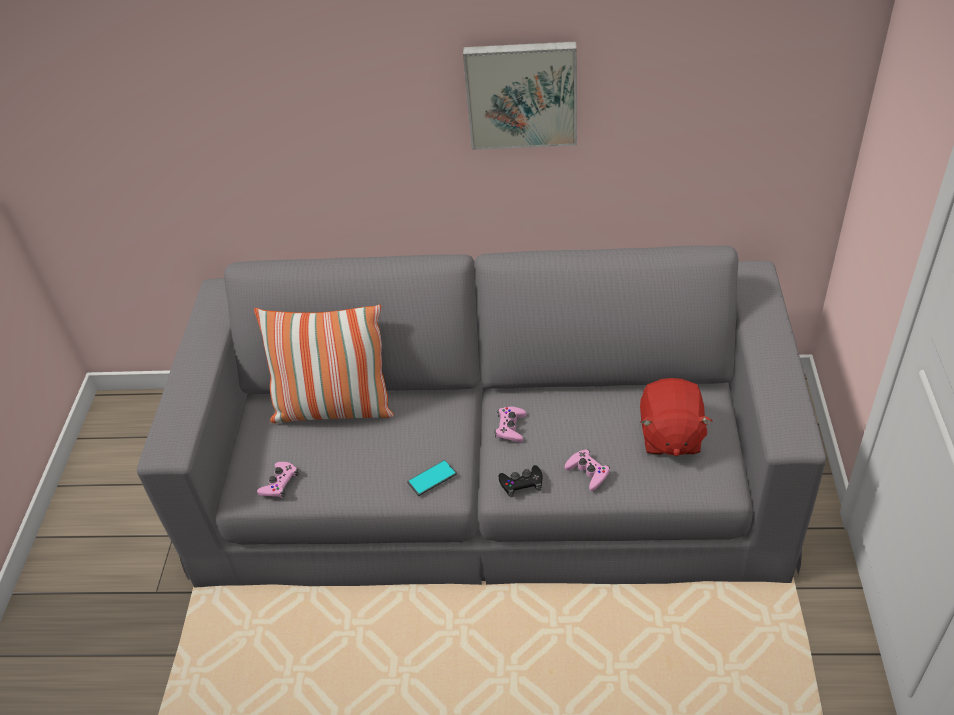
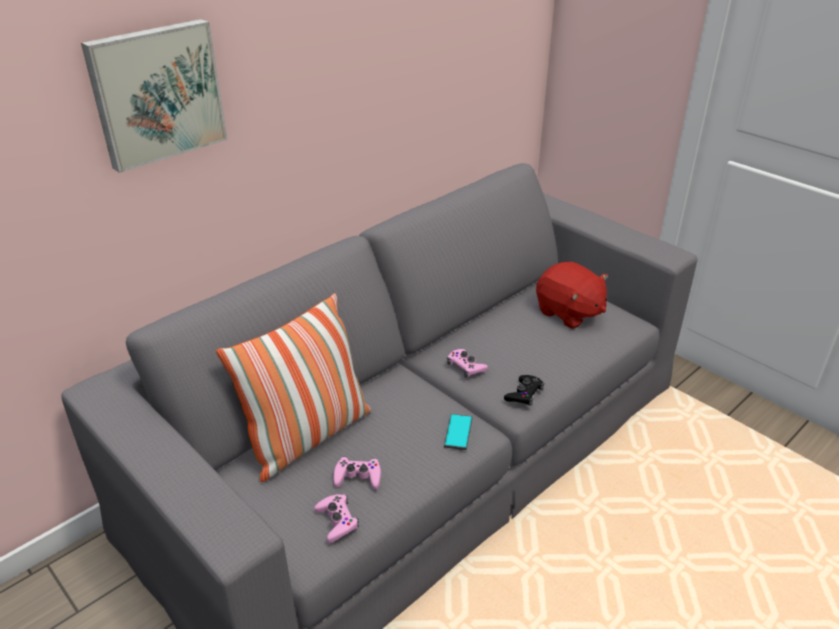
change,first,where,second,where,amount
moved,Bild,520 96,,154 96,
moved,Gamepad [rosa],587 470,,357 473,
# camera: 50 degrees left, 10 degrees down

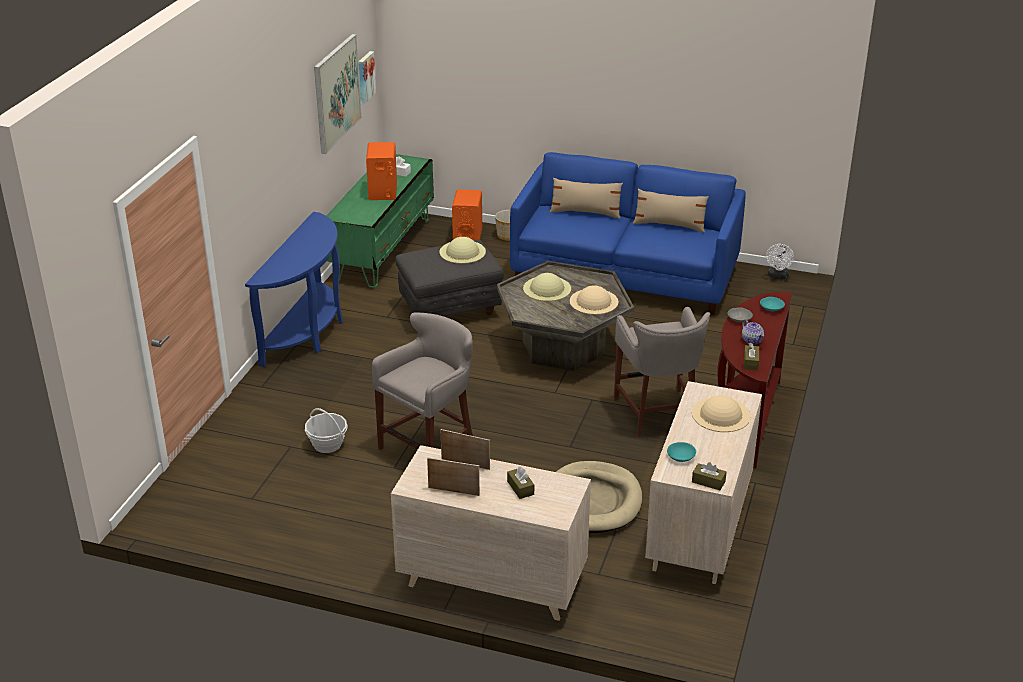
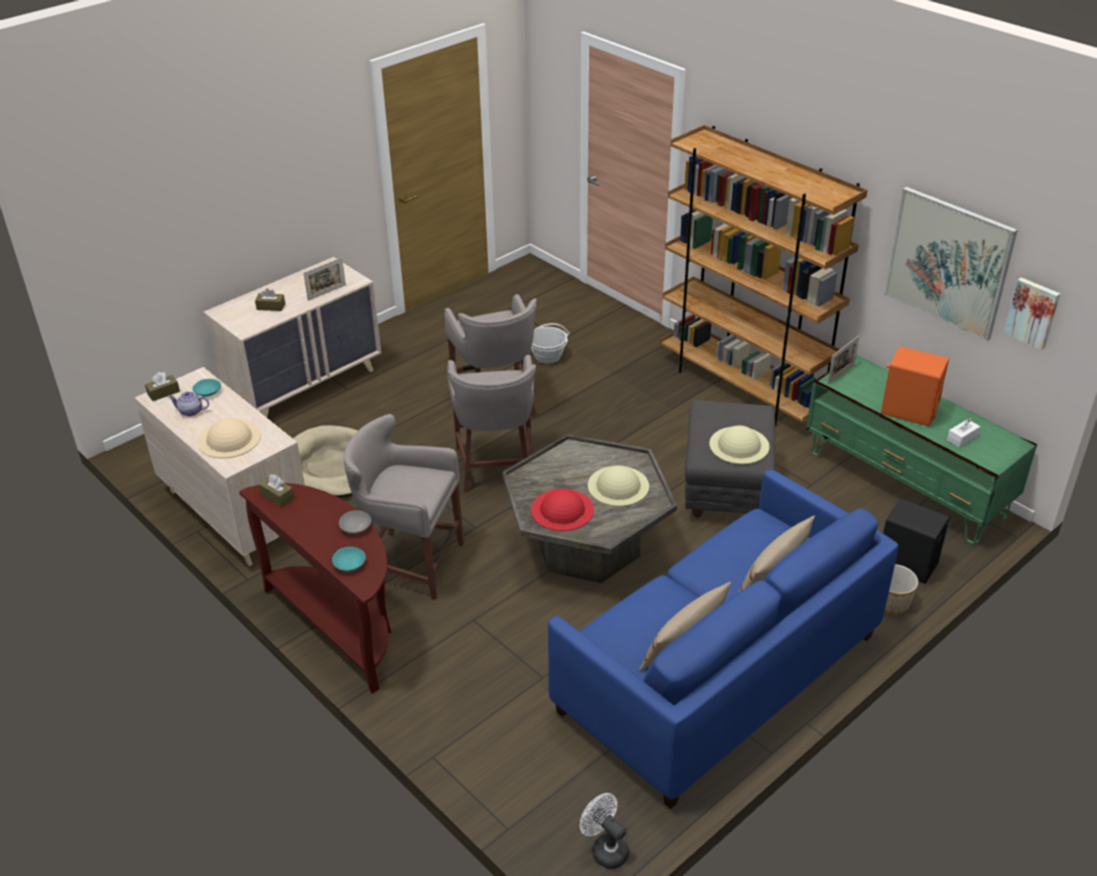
change,first,where,second,where,amount
recoloured,Lautsprecher [orange],467 214,Lautsprecher [schwarz],917 541,
replaced,Konsolentisch [blau],294 289,Bücherregal [braun],763 275,
recoloured,Hut [beige],594 300,Hut [rot],562 510,
moved,Teekanne,753 331,,188 403,
moved,Bilderrahmen,453 476,,843 360,
added,,,Hocker [grau],491 423,
# camera: 120 degrees right, 5 degrees up

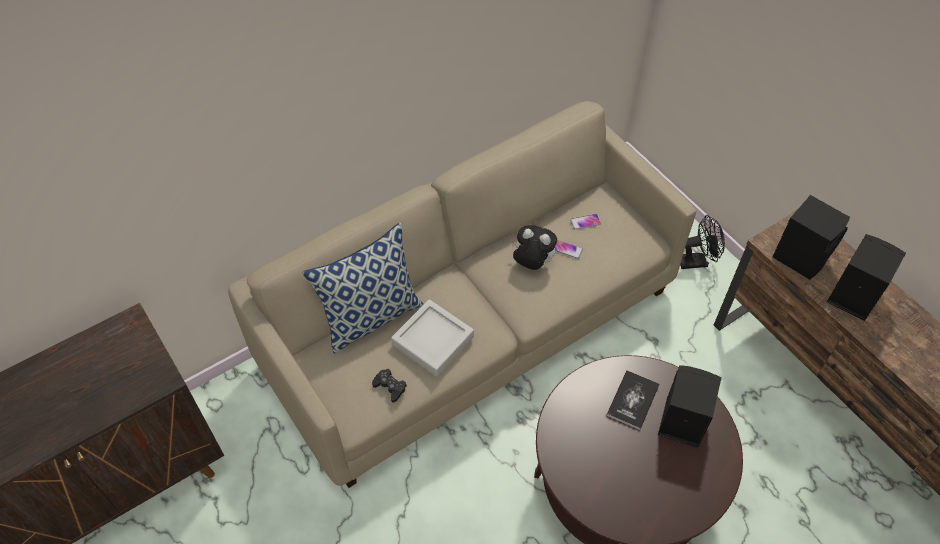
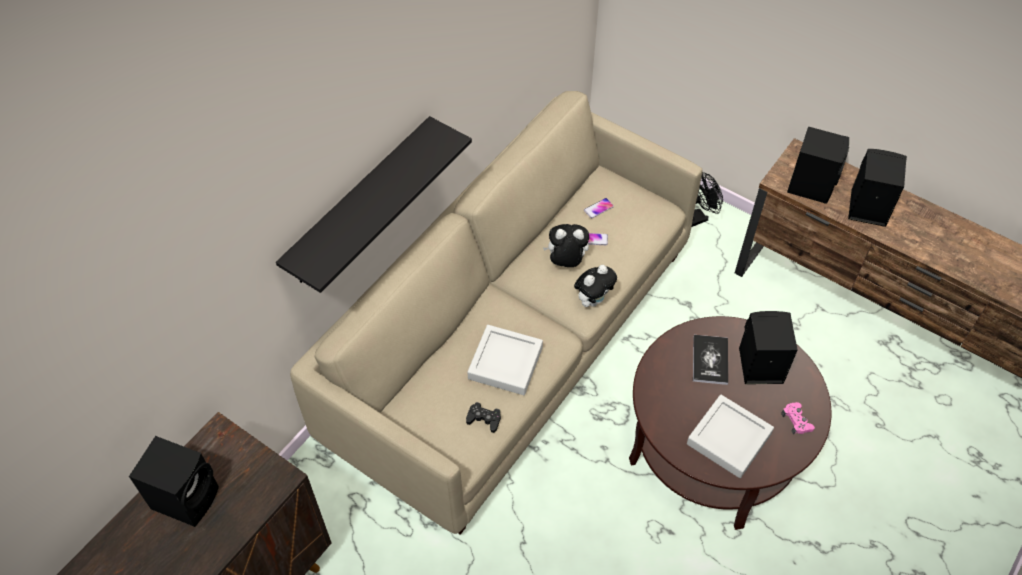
change,first,where,second,where,amount
removed,Kissen,363 288,,,
added,,,Wandregal [schwarz],374 204,
added,,,Plüschtier,595 286,
added,,,Tablett [grau],730 436,
added,,,Gamepad [rosa],798 418,
added,,,Lautsprecher [schwarz],174 481,
# camera: 20 degrees left, 0 degrees up

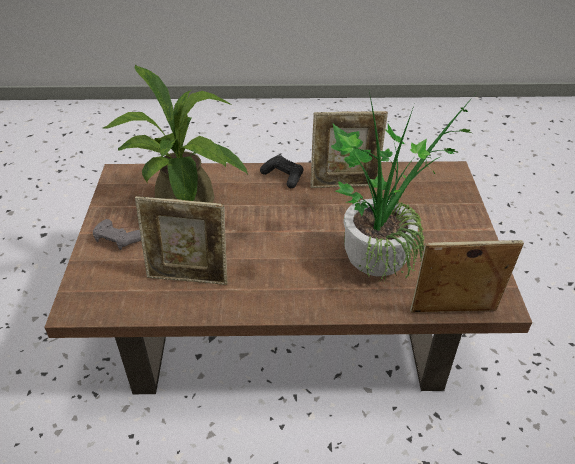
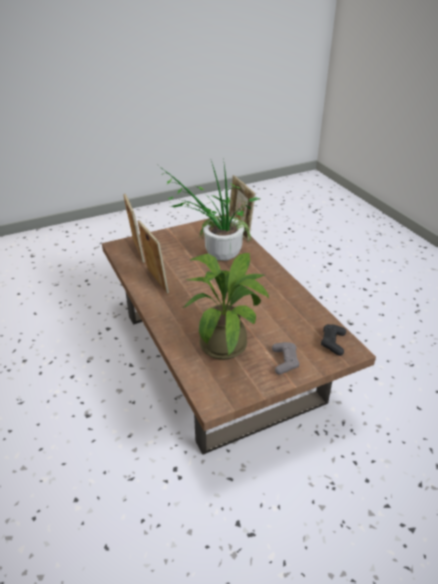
change,first,where,second,where,amount
moved,Gamepad [schwarz],281 171,,333 340,
moved,Bilderrahmen,181 240,,134 228,
# camera: 115 degrees left, 5 degrees down

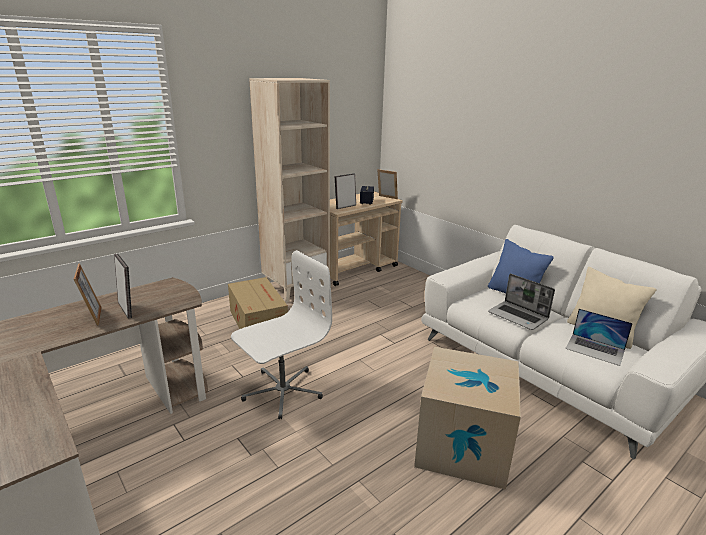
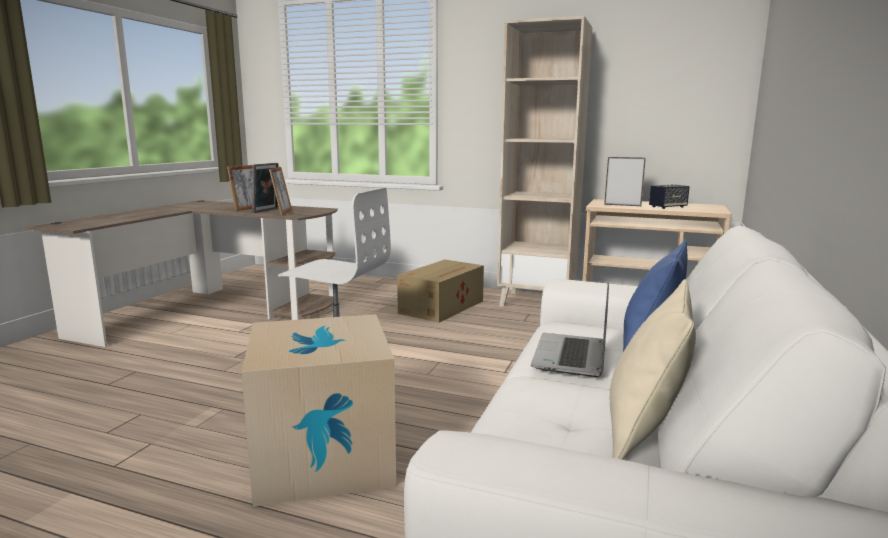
change,first,where,second,where,amount
moved,Bilderrahmen,387 184,,280 191,
removed,Laptop,599 337,,,
# camera: 60 degrees right, 10 degrees down

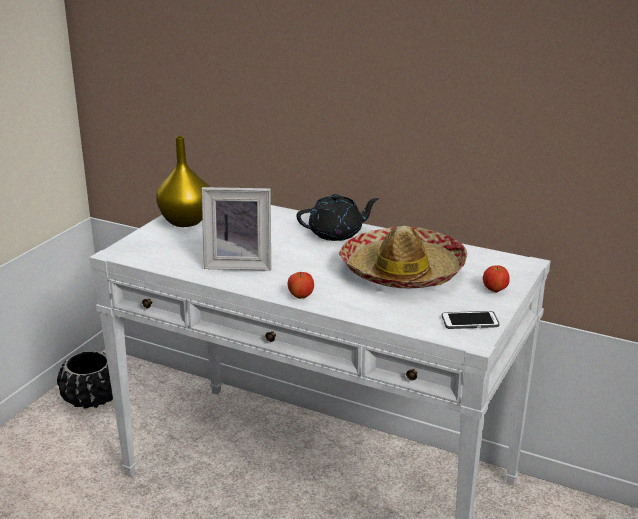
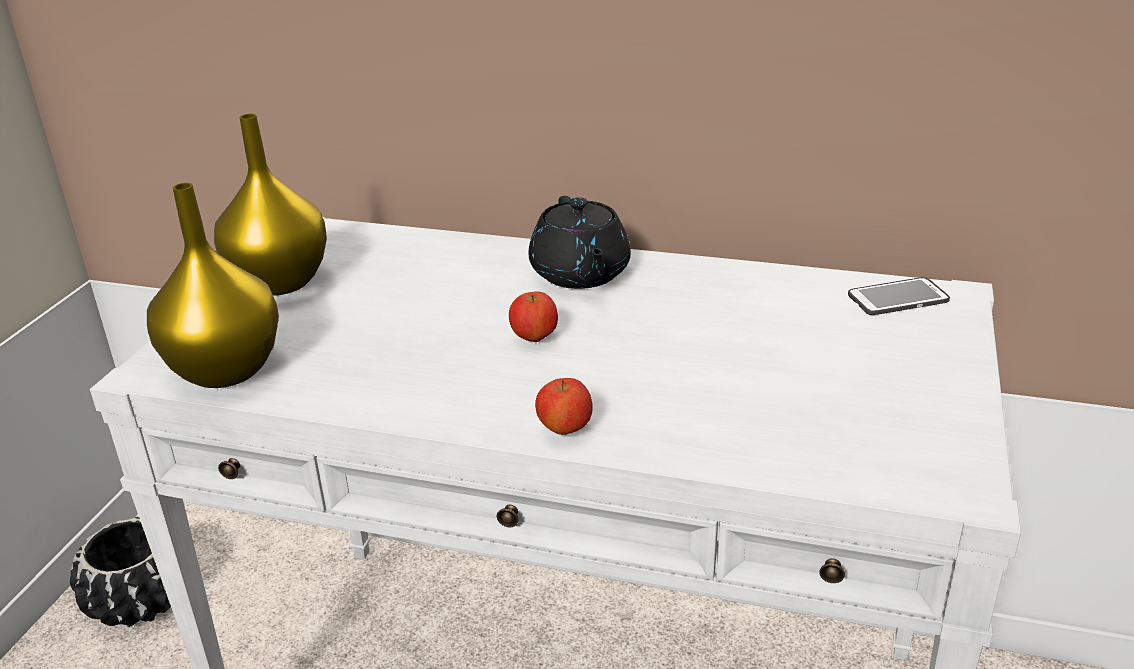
change,first,where,second,where,amount
removed,Bilderrahmen,236 229,,,
turned,Teekanne [schwarz],337 217,,579 242,105 degrees clockwise
removed,Hut,403 257,,,
moved,Apfel,496 279,,533 316,
moved,Handy,470 320,,899 296,
added,,,Vase [gelb],213 285,
# camera: 10 degrees left, 5 degrees up

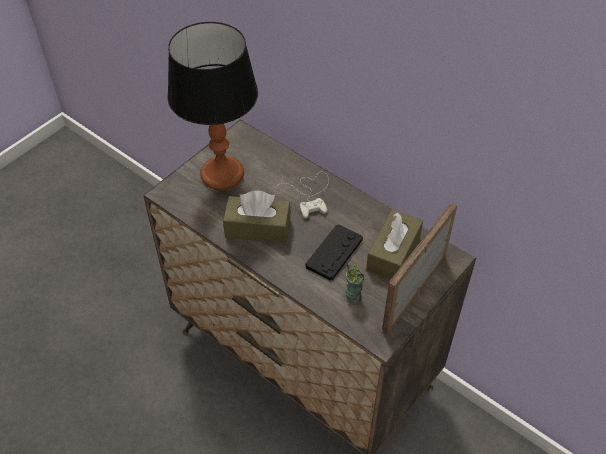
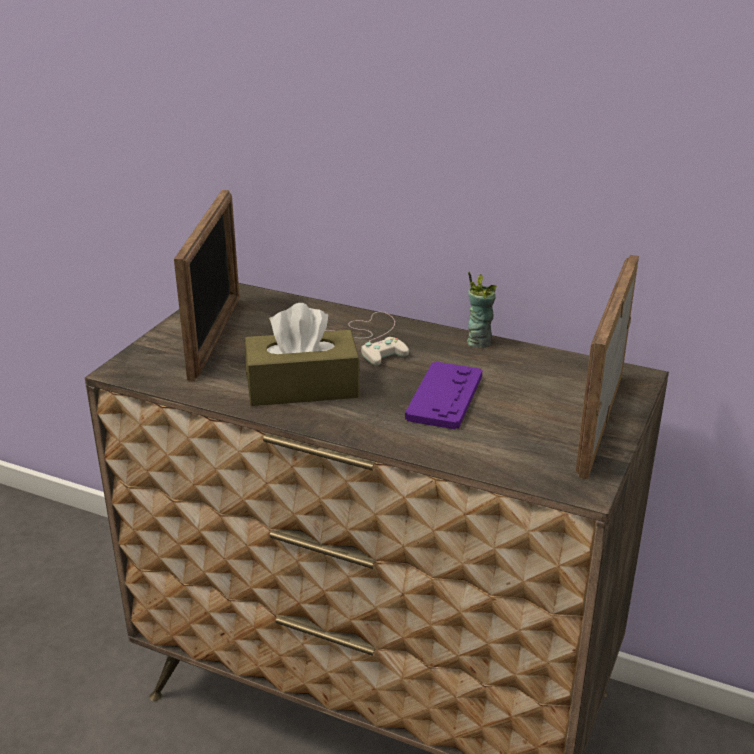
change,first,where,second,where,amount
replaced,Tischlampe,212 106,Bilderrahmen,207 285,
removed,Taschentuchbox [braun],394 244,,,
recoloured,Gamepad [schwarz],334 252,Gamepad [lila],443 396,
moved,Tasse,355 284,,482 309,
# camera: 15 degrees left, 20 degrees down

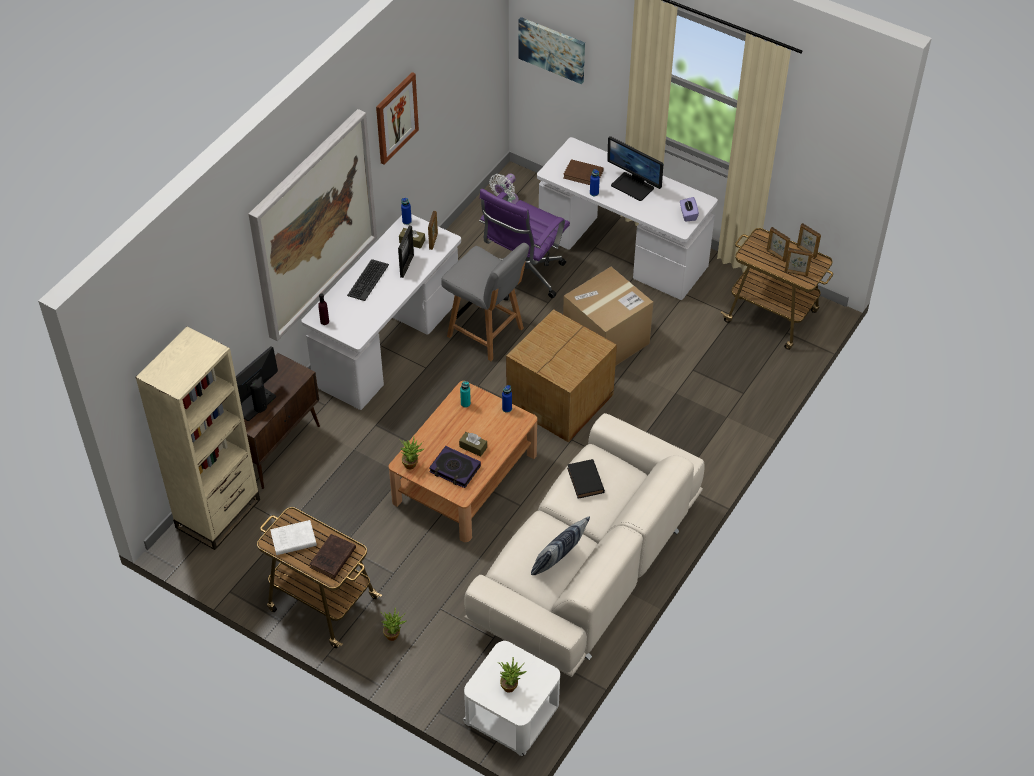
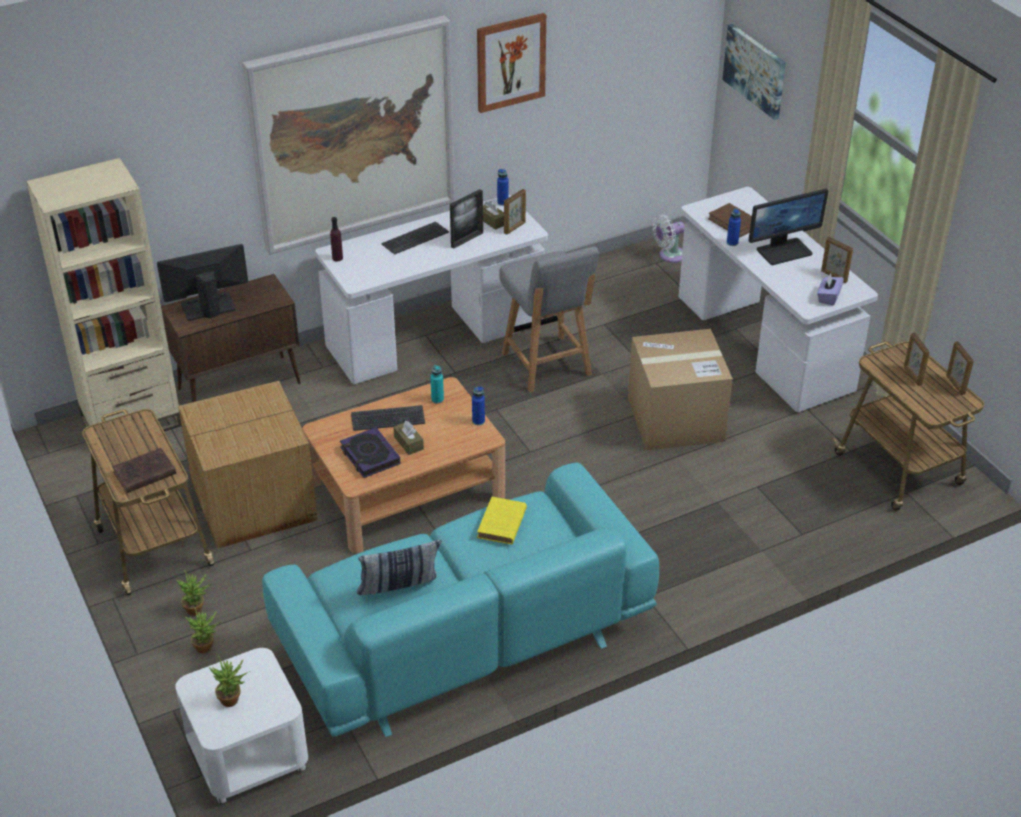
change,first,where,second,where,amount
turned,Monitor,635 168,,788 227,90 degrees counterclockwise
removed,Bürostuhl [lila],524 245,,,
moved,Bilderrahmen,798 262,,837 260,
moved,Karton,561 375,,248 465,
recoloured,Sofa [beige],584 545,Sofa [türkis],460 600,
moved,Topfpflanze,412 453,,203 630,
recoloured,Buch [schwarz],586 479,Buch [gelb],502 521,
removed,Buch [weiß],293 537,,,
added,,,Tastatur,388 418,
# camera: 30 degrees right, 10 degrees down

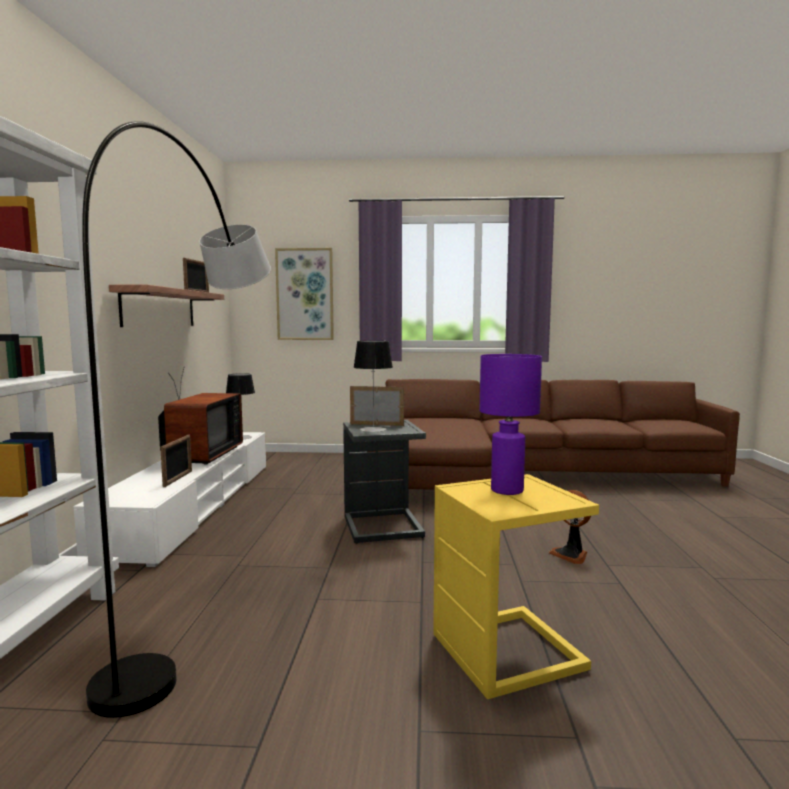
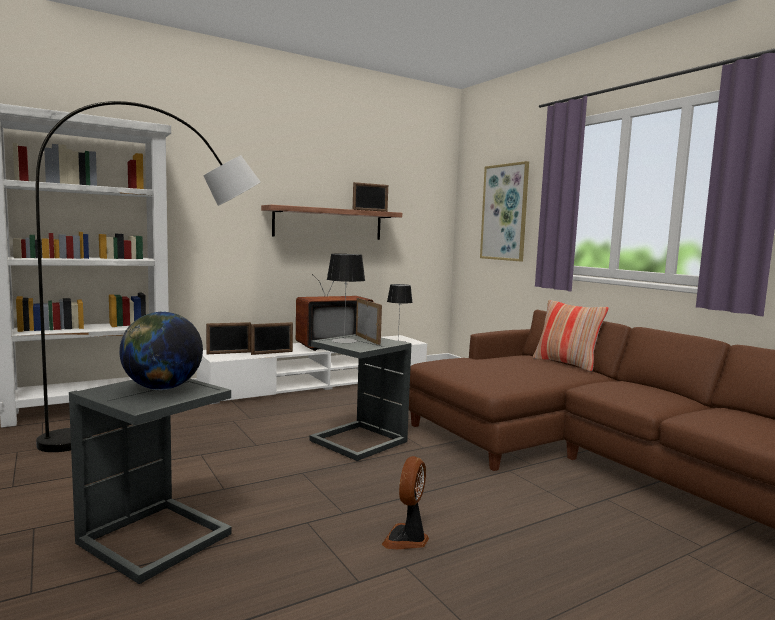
change,first,where,second,where,amount
replaced,Tischlampe [lila],511 424,Globus,161 350,
recoloured,Beistelltisch [gelb],516 586,Beistelltisch [grau],150 481,
added,,,Kissen,570 336,
added,,,Bilderrahmen,228 338,
# camera: 55 degrees right, 0 degrees up

